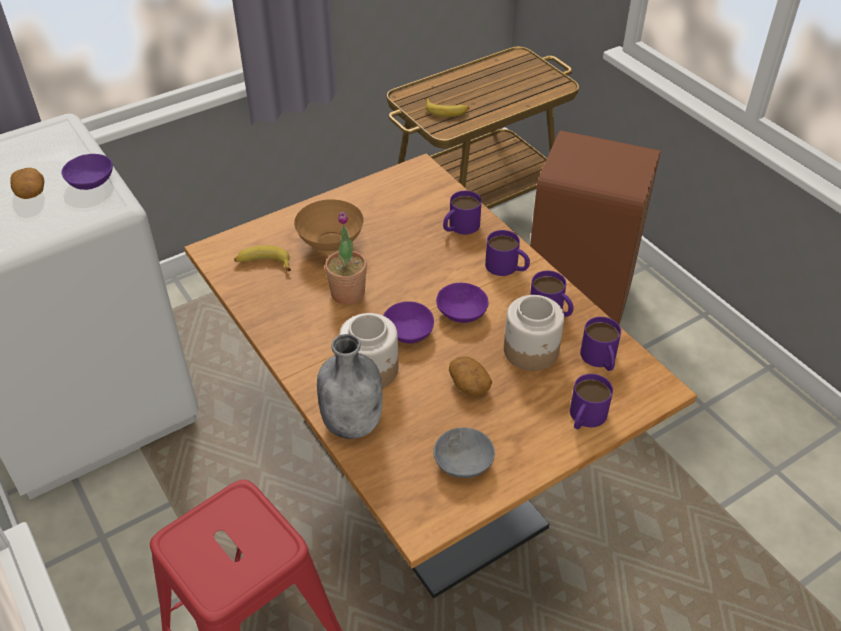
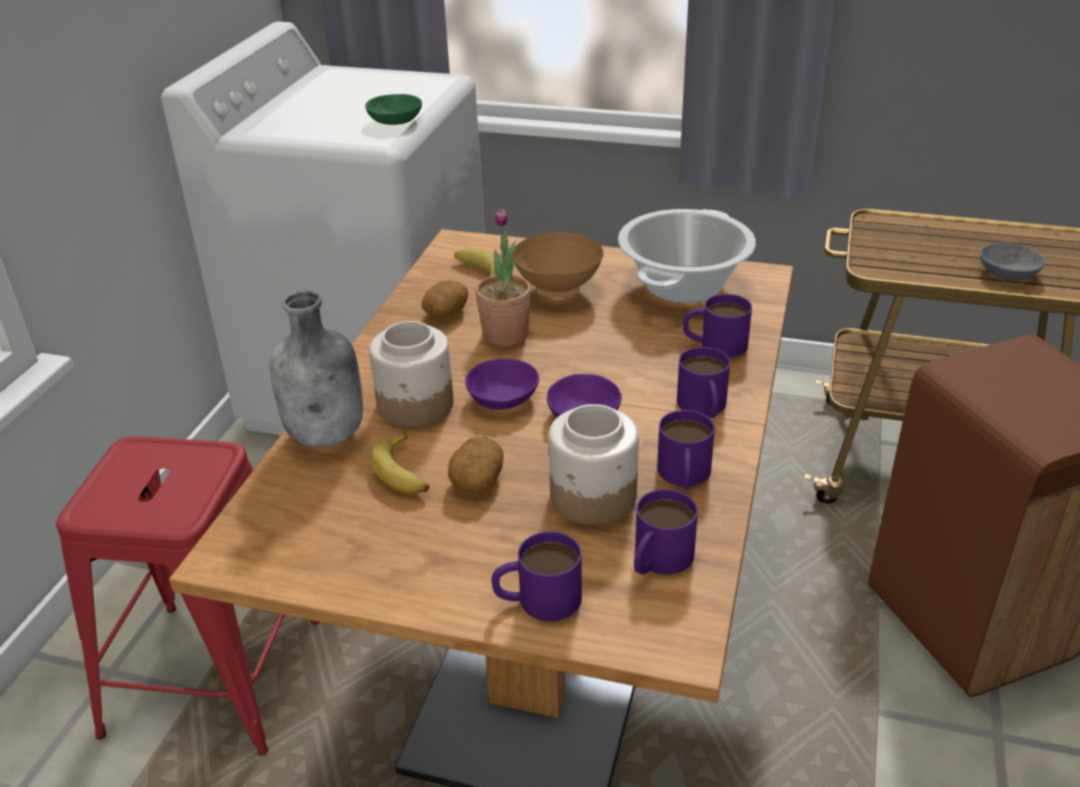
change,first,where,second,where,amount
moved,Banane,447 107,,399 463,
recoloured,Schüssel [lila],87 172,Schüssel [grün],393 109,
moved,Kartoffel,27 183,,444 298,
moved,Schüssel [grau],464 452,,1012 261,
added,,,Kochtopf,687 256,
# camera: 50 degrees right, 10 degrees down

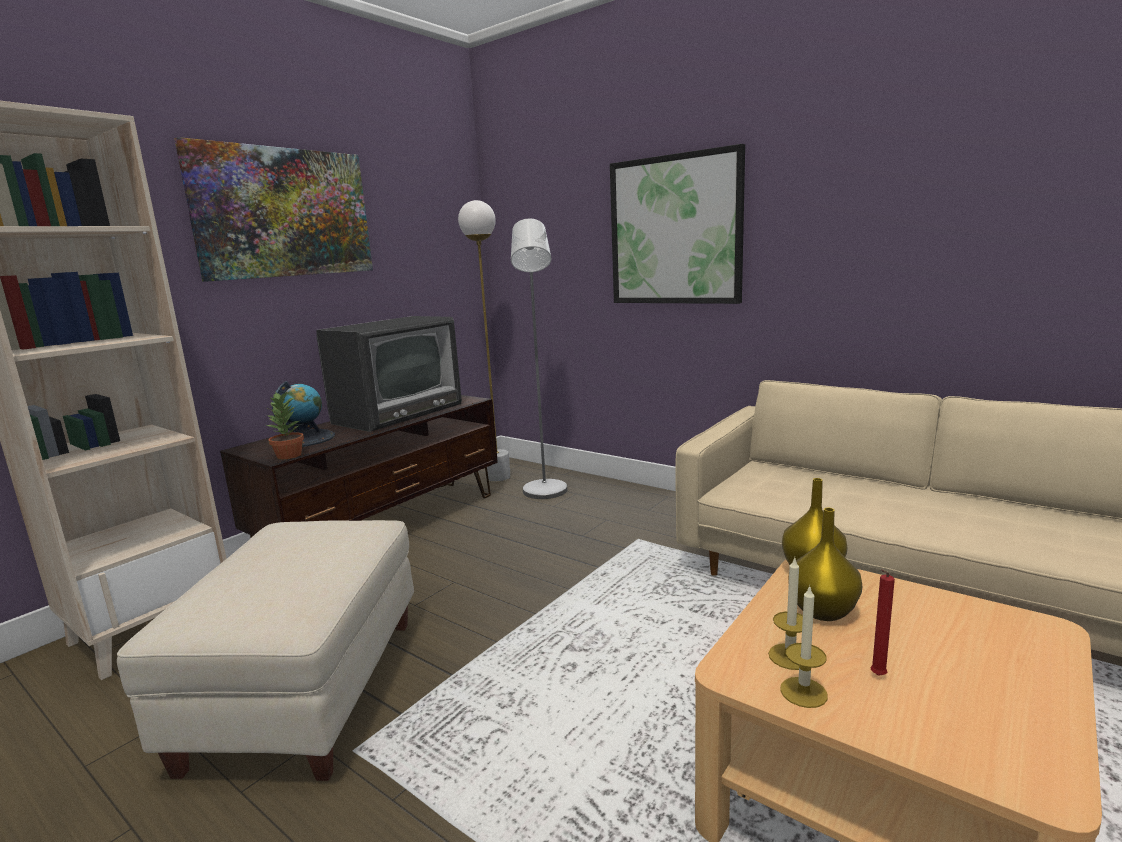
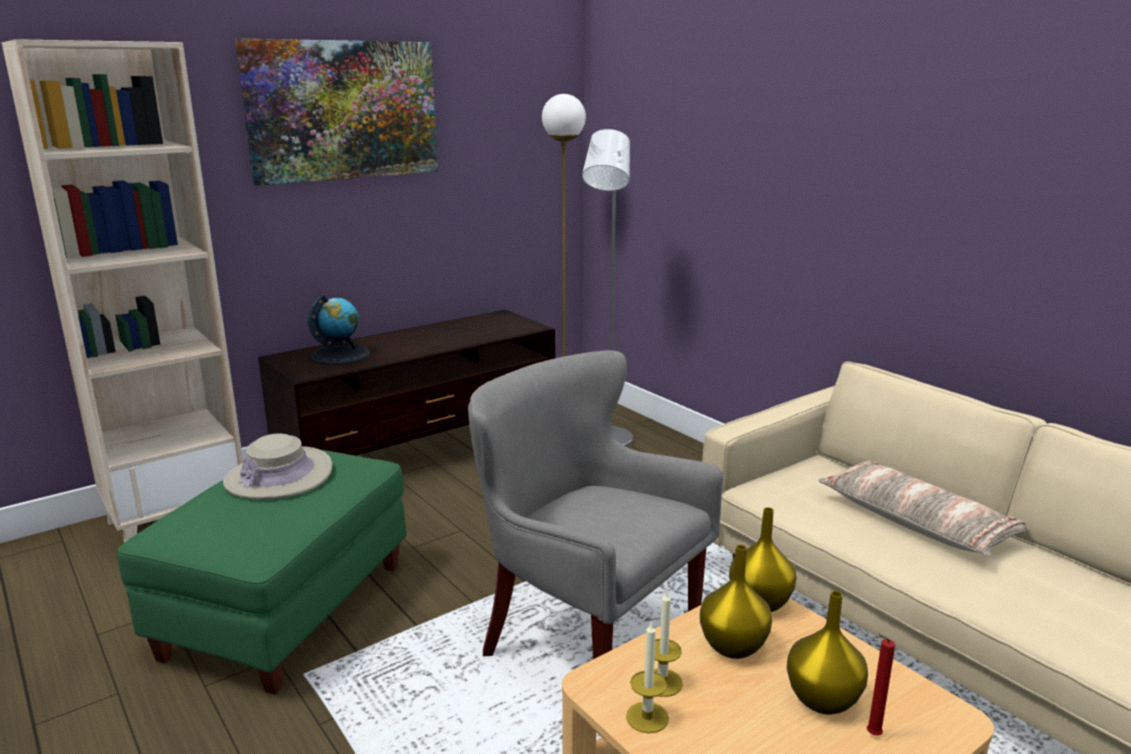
change,first,where,second,where,amount
removed,Bild,677 224,,,
removed,Fernseher,389 374,,,
removed,Topfpflanze,285 425,,,
recoloured,Polsterhocker [beige],265 650,Polsterhocker [grün],262 572,
moved,Kerze [rot],882 622,,881 684,
added,,,Sessel [grau],595 504,
added,,,Hut [beige],277 466,
added,,,Kissen,923 508,
added,,,Vase [gelb],827 653,
# camera: 15 degrees right, 5 degrees up

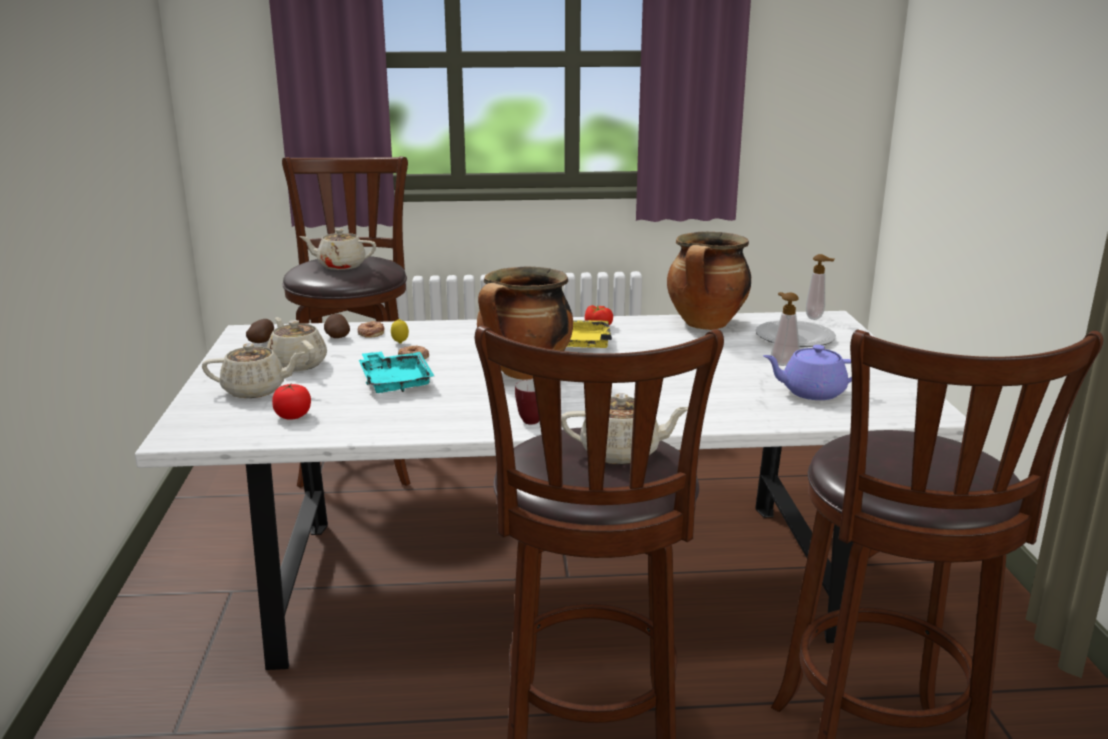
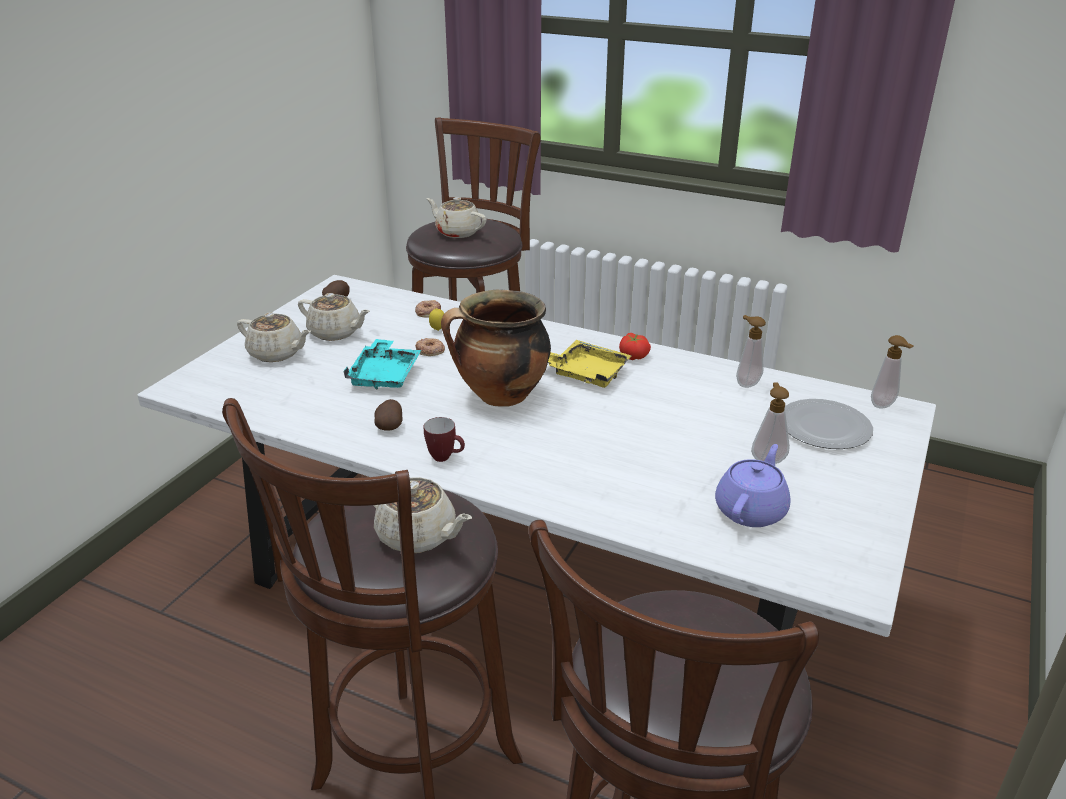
change,first,where,second,where,amount
replaced,Kochtopf,709 281,Seifenspender,751 351,
moved,Kartoffel,337 326,,388 415,
turned,Teekanne [beige],297 344,,334 317,120 degrees clockwise
turned,Teekanne [lila],807 372,,753 485,90 degrees clockwise
removed,Tomate,291 402,,,
# camera: 30 degrees right, 10 degrees up

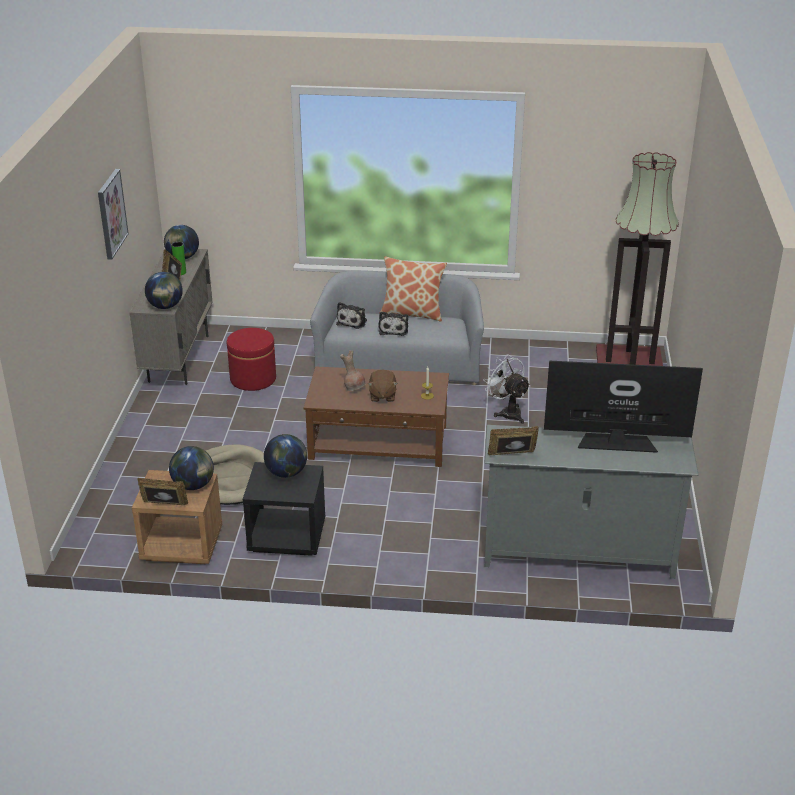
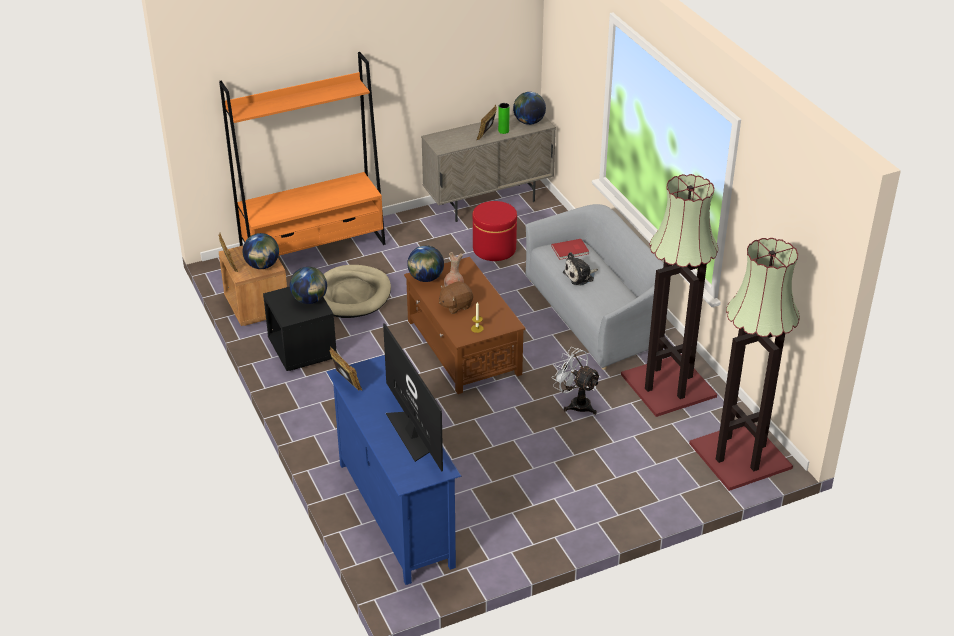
change,first,where,second,where,amount
removed,Bild,113 214,,,
removed,Kissen,413 289,,,
moved,Globus,164 290,,425 263,
replaced,Plüschtier,351 315,Buch [rot],570 249,
turned,Ventilator [weiß],507 389,,576 381,75 degrees counterclockwise
recoloured,Fernsehschrank [grau],591 502,Fernsehschrank [blau],394 470,
added,,,Bücherregal [orange],302 154,
added,,,Stehlampe,669 295,
# camera: 60 degrees right, 5 degrees up

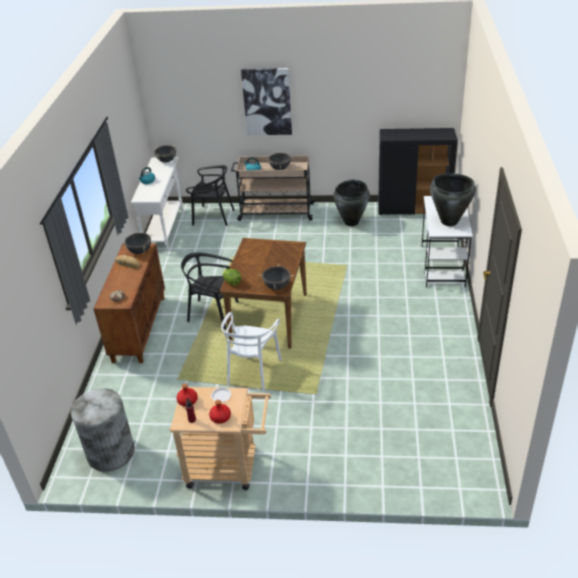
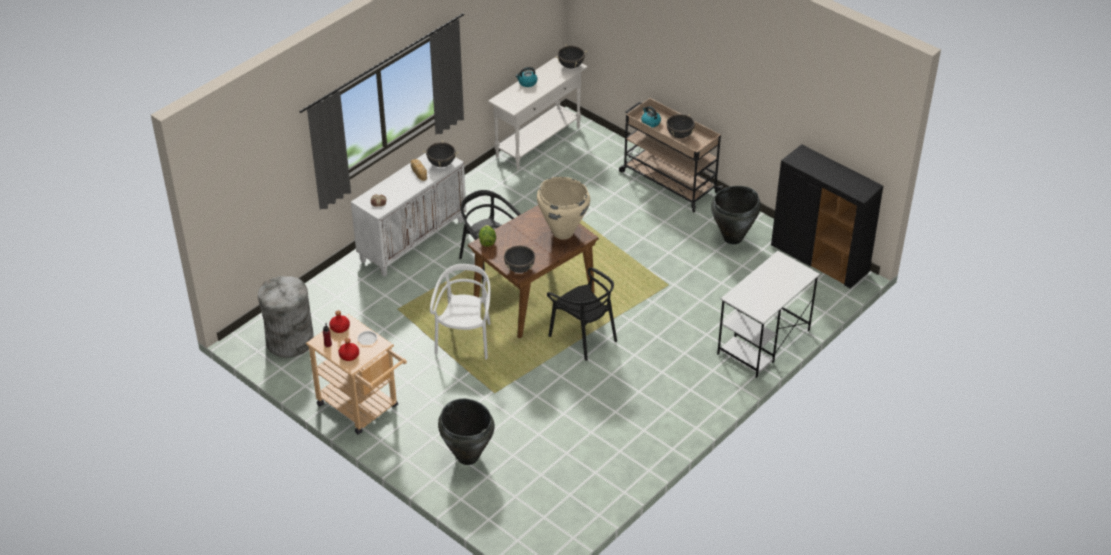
change,first,where,second,where,amount
removed,Bild,266 101,,,
moved,Stuhl [schwarz],210 195,,582 314,
moved,Vase [schwarz],453 199,,466 432,
recoloured,Schrank [braun],129 303,Schrank [weiß],408 215,
turned,Stuhl [weiß],251 351,,460 311,135 degrees clockwise
added,,,Vase [beige],563 208,
# camera: 35 degrees right, 5 degrees up

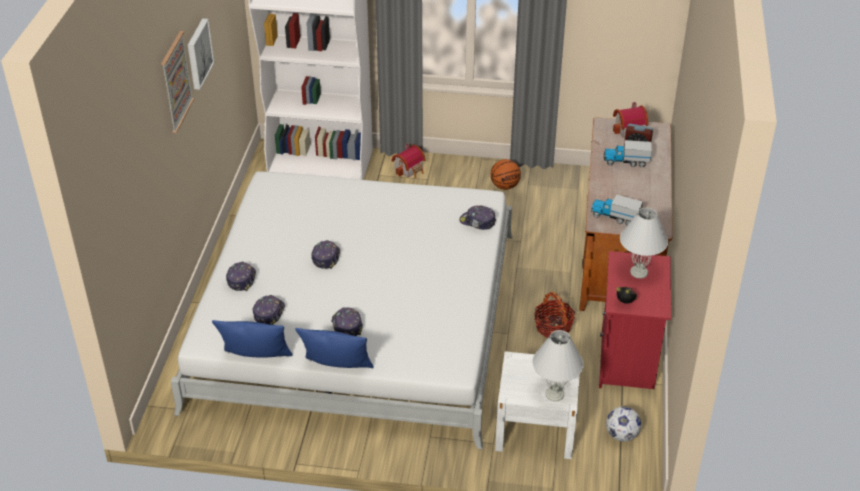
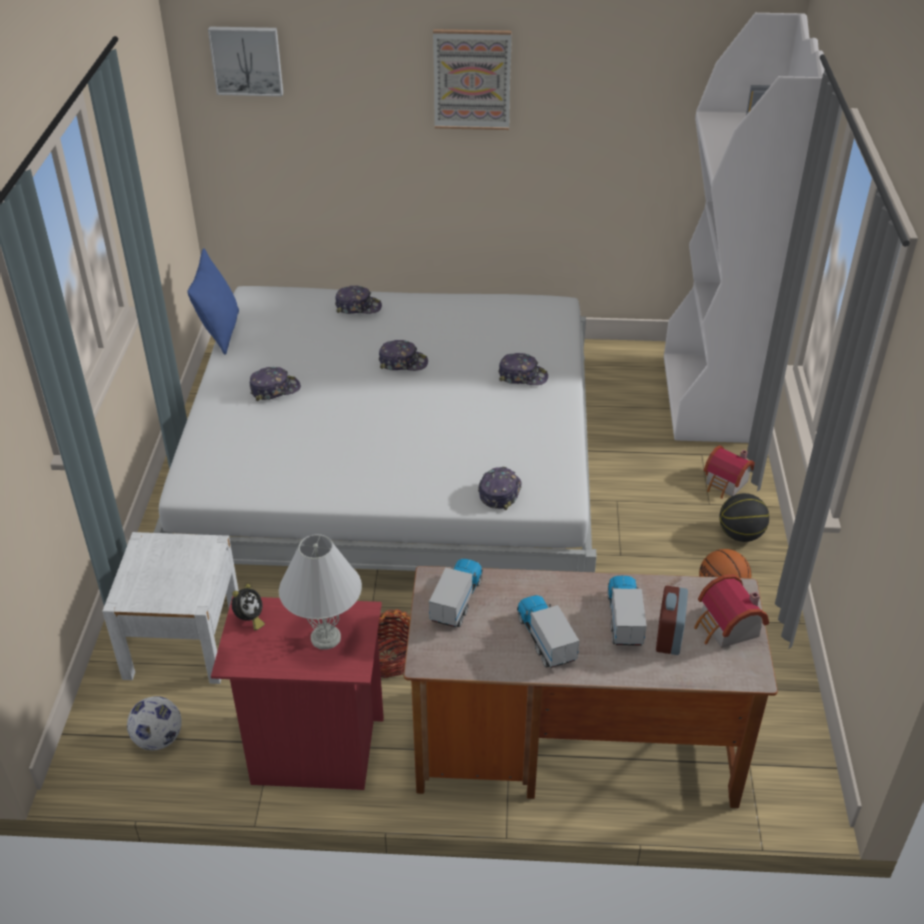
change,first,where,second,where,amount
moved,Bild,201 54,,245 61,
moved,Kappe,269 310,,523 369,
removed,Kissen [blau],334 348,,,
removed,Tischlampe [weiß],557 366,,,
added,,,Basketball,744 517,
added,,,Spielzeuglaster,548 631,
# camera: 85 degrees right, 0 degrees up

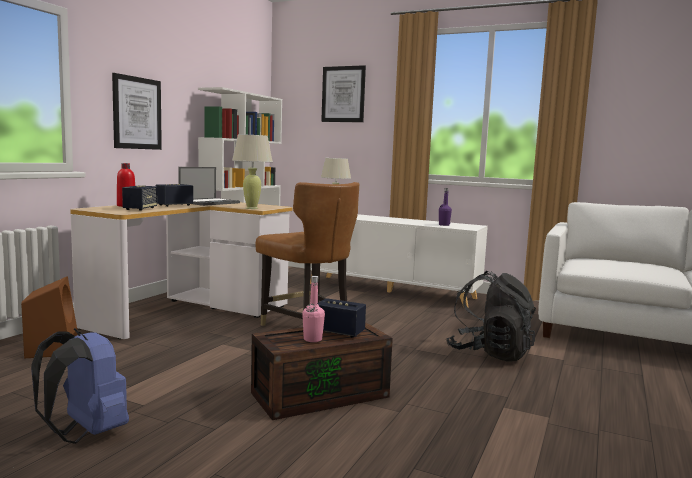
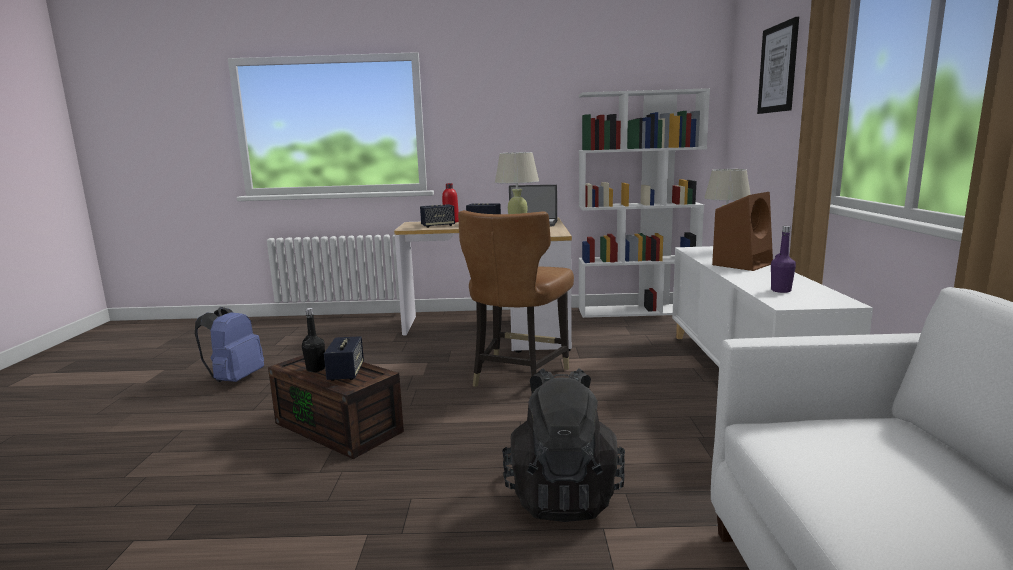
change,first,where,second,where,amount
removed,Bild,137 111,,,
moved,Lautsprecher [braun],49 317,,742 231,
recoloured,Flasche [rosa],313 309,Flasche [schwarz],313 340,
# camera: 65 degrees right, 5 degrees up

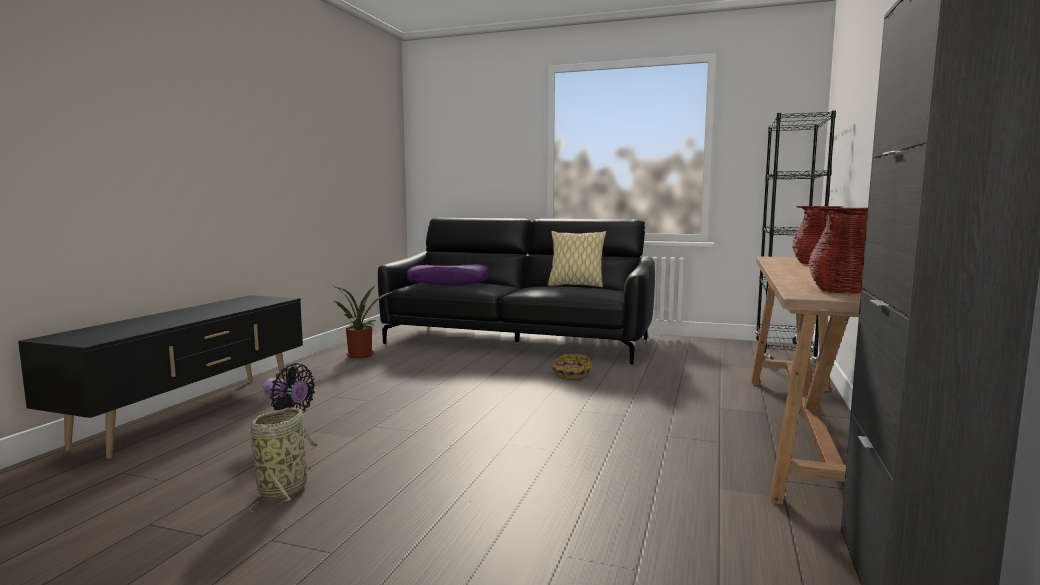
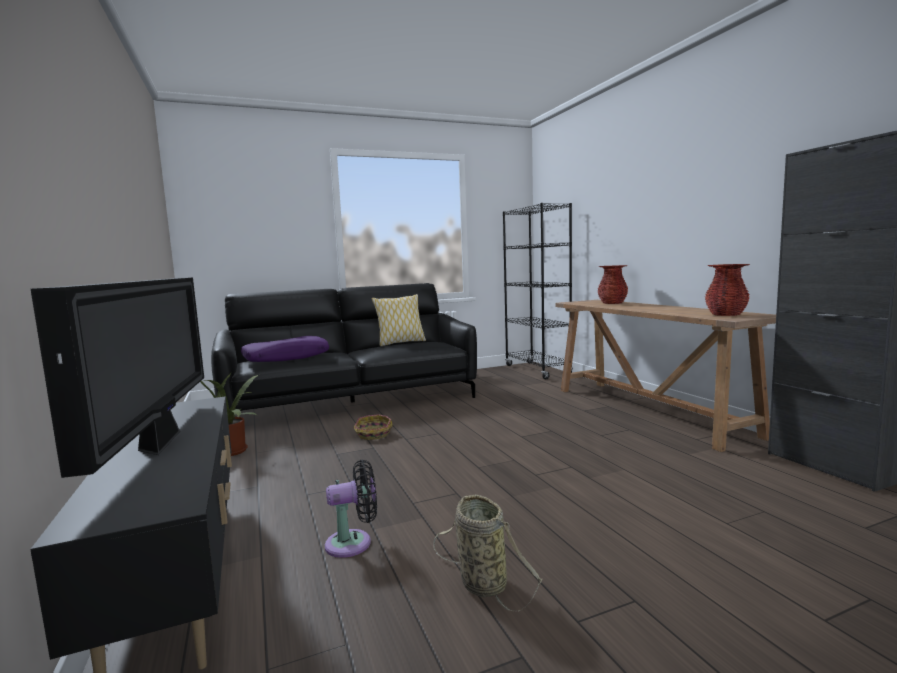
change,first,where,second,where,amount
moved,Korb,571 366,,373 427,
added,,,Fernseher,117 378,
# camera: 40 degrees left, 0 degrees up

